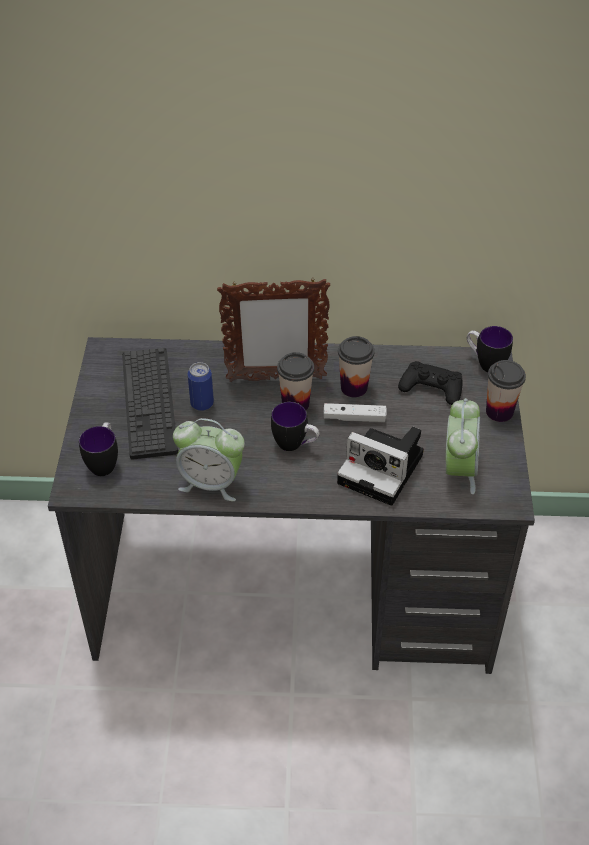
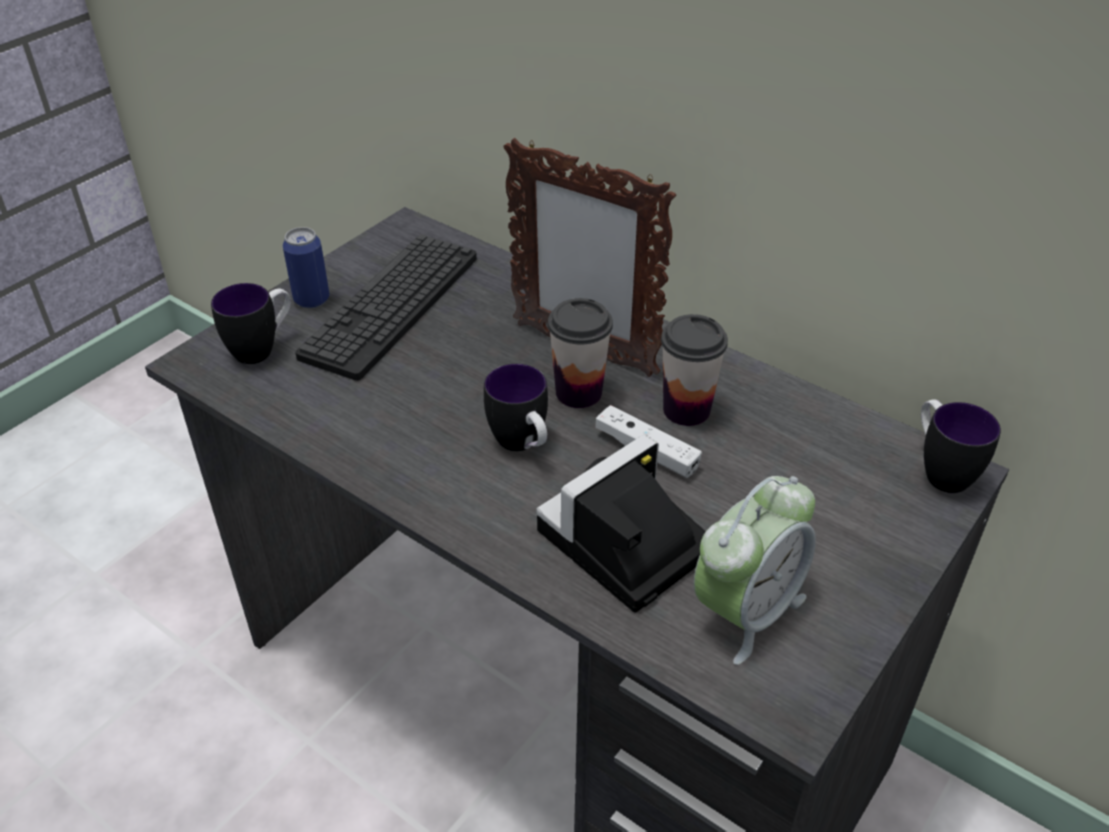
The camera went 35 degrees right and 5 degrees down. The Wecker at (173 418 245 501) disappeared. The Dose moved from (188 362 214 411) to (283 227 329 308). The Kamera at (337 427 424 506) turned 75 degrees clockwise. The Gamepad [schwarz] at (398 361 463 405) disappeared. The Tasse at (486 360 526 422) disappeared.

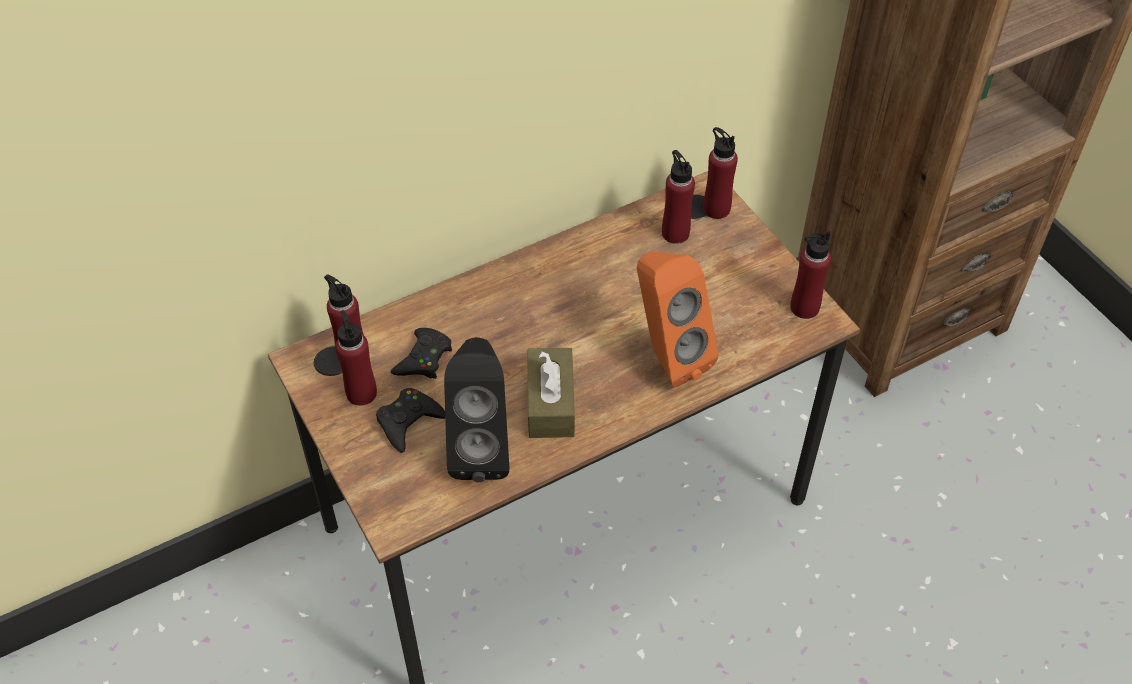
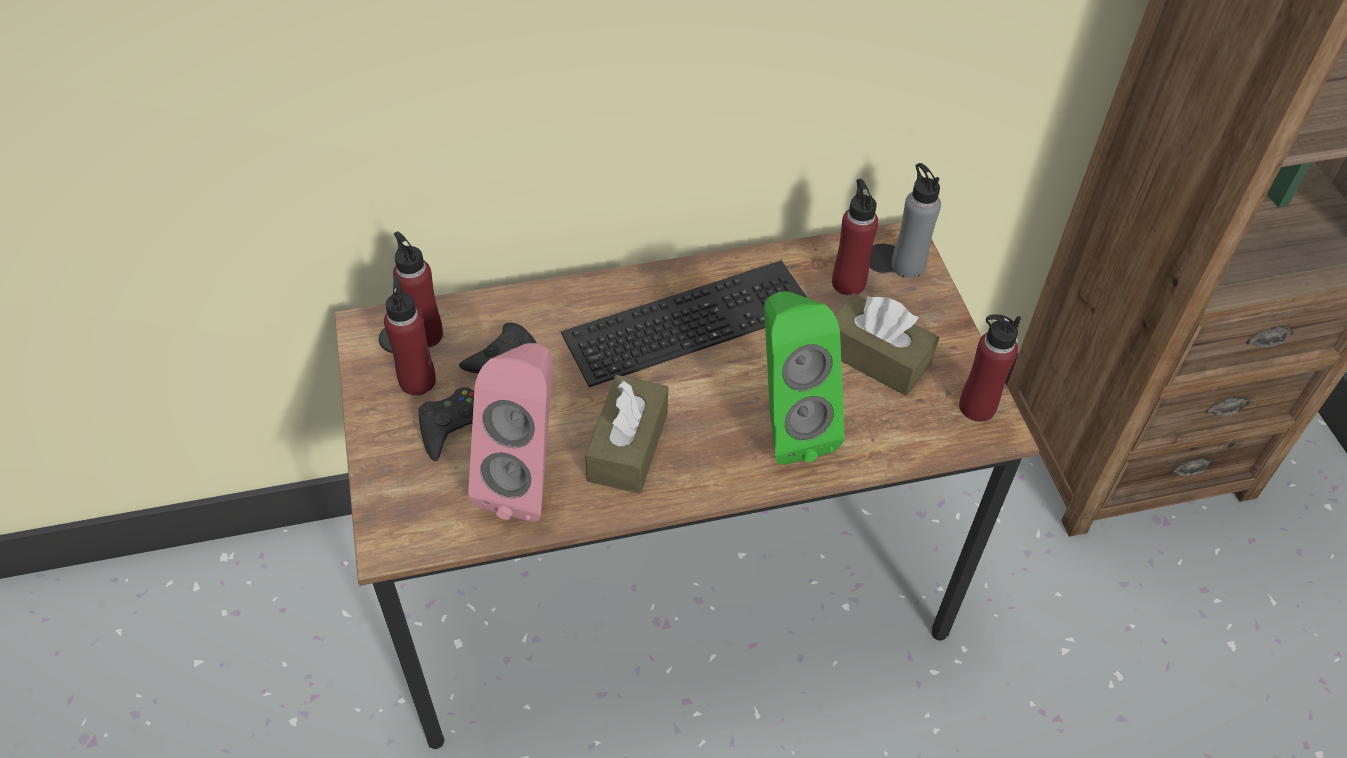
The camera went 15 degrees right and 0 degrees up. The Lautsprecher [schwarz] at (444 337 510 482) became the Lautsprecher [rosa] at (468 343 553 522). The Lautsprecher [orange] at (637 252 719 387) became the Lautsprecher [grün] at (764 291 845 465). The Flasche [rot] at (703 127 738 219) became the Flasche [grau] at (892 163 941 278). The Tastatur at (561 260 807 387) appeared. The Taschentuchbox [braun] at (835 293 939 396) appeared.

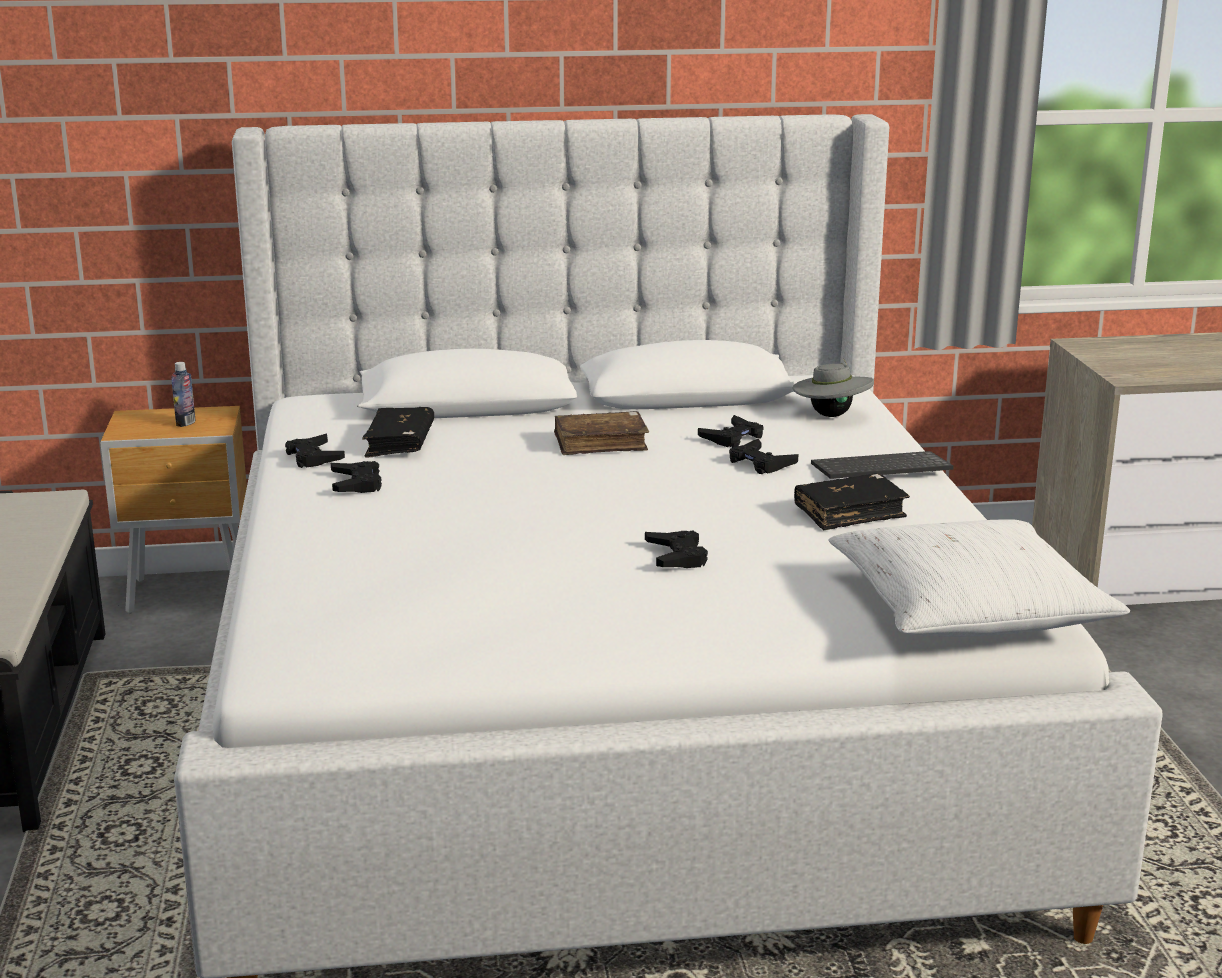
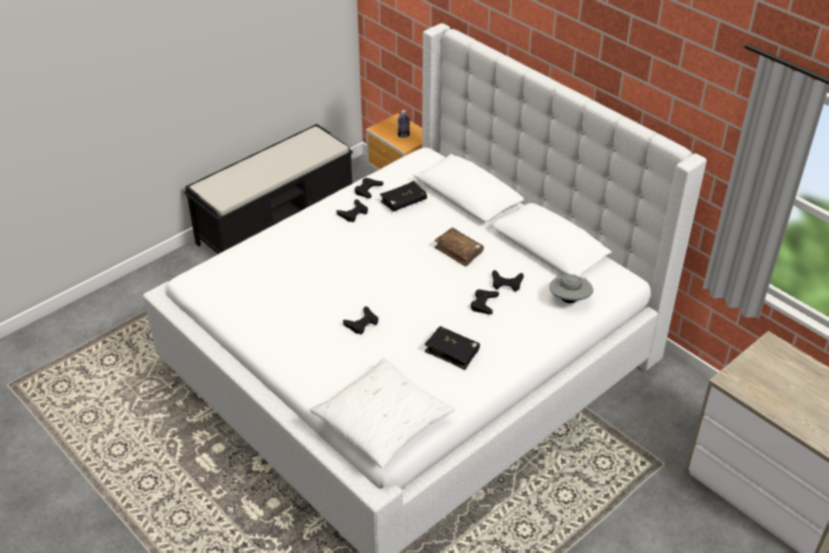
The camera went 55 degrees right and 20 degrees up. The Tastatur at (811 451 953 479) disappeared.

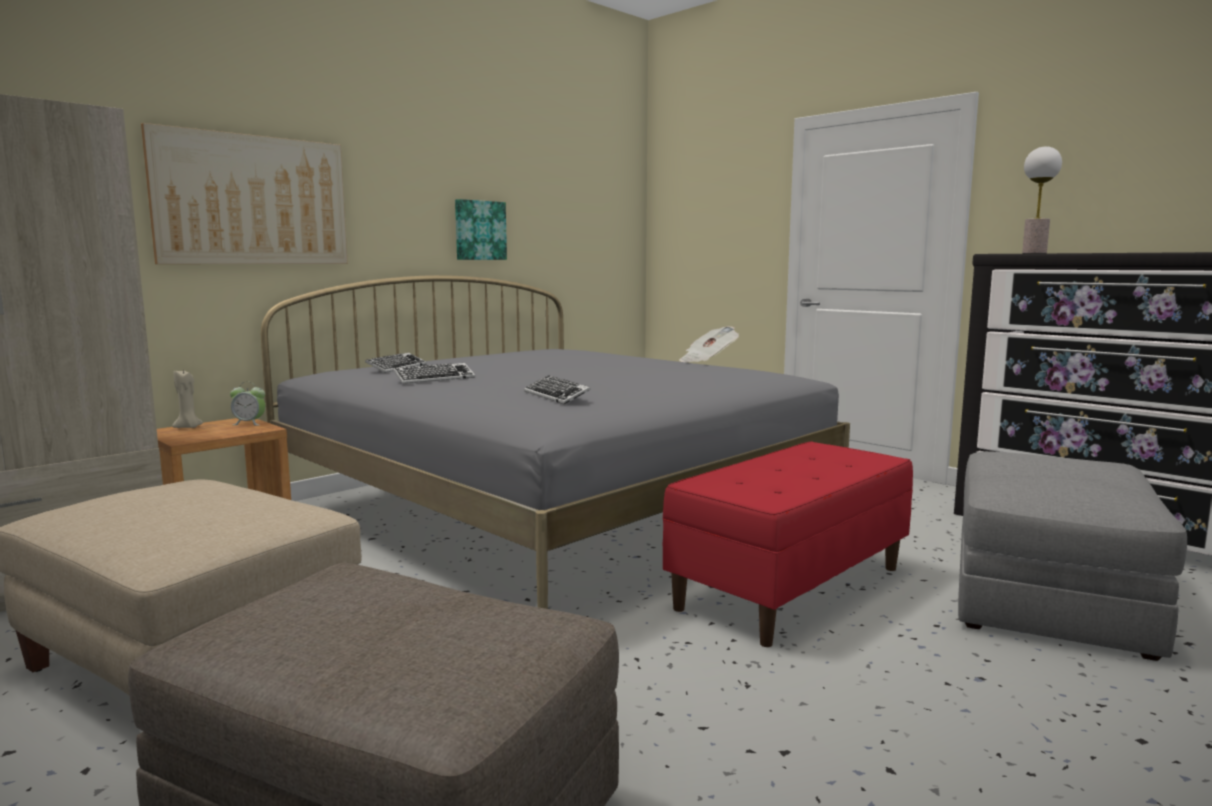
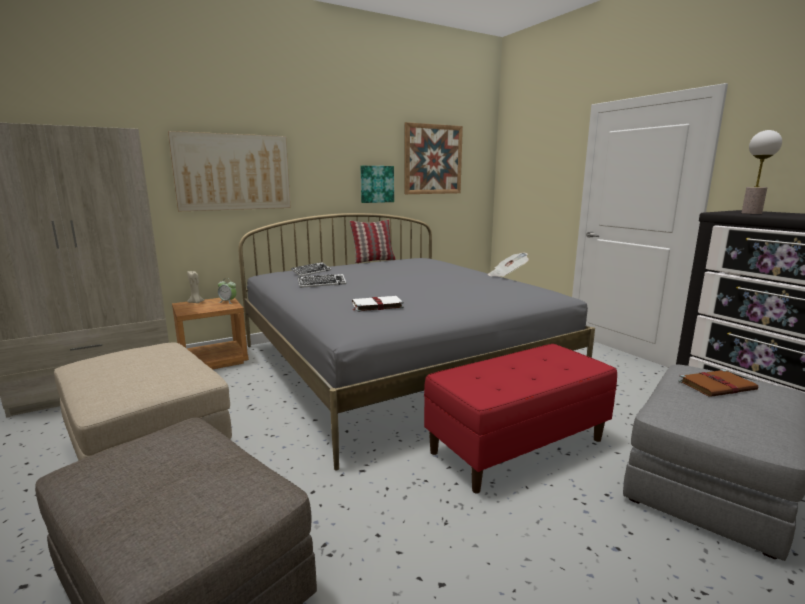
The camera went 15 degrees right and 5 degrees up. The Tastatur at (524 375 591 404) was replaced by the Buch [weiß] at (351 296 404 312). The Kissen at (349 220 395 263) appeared. The Bild at (405 122 463 194) appeared. The Buch [braun] at (678 369 759 397) appeared.

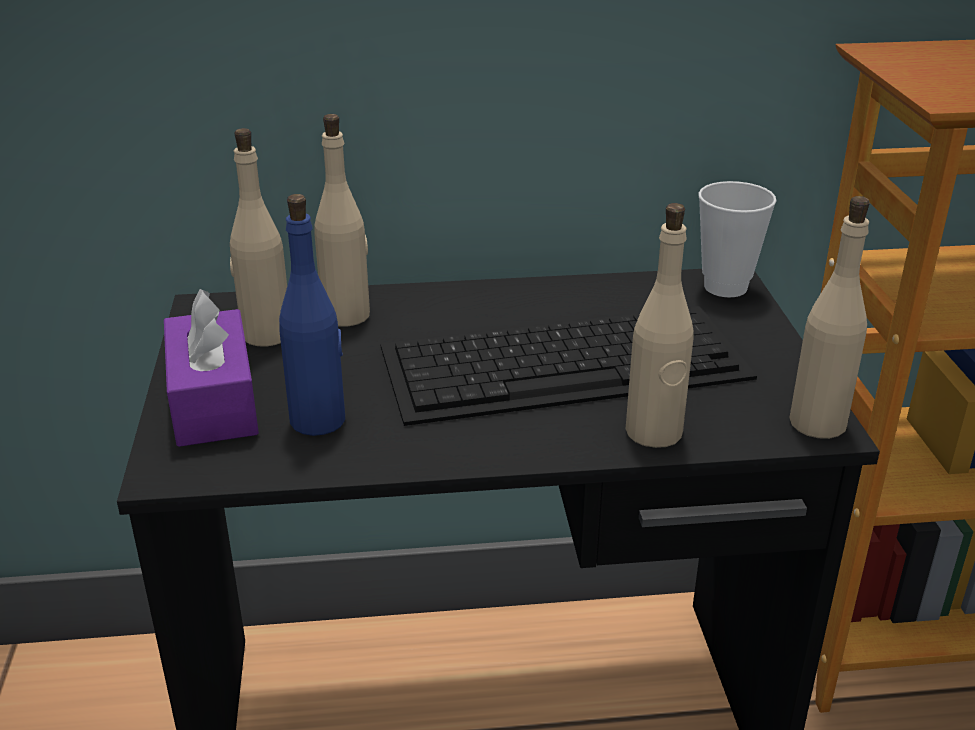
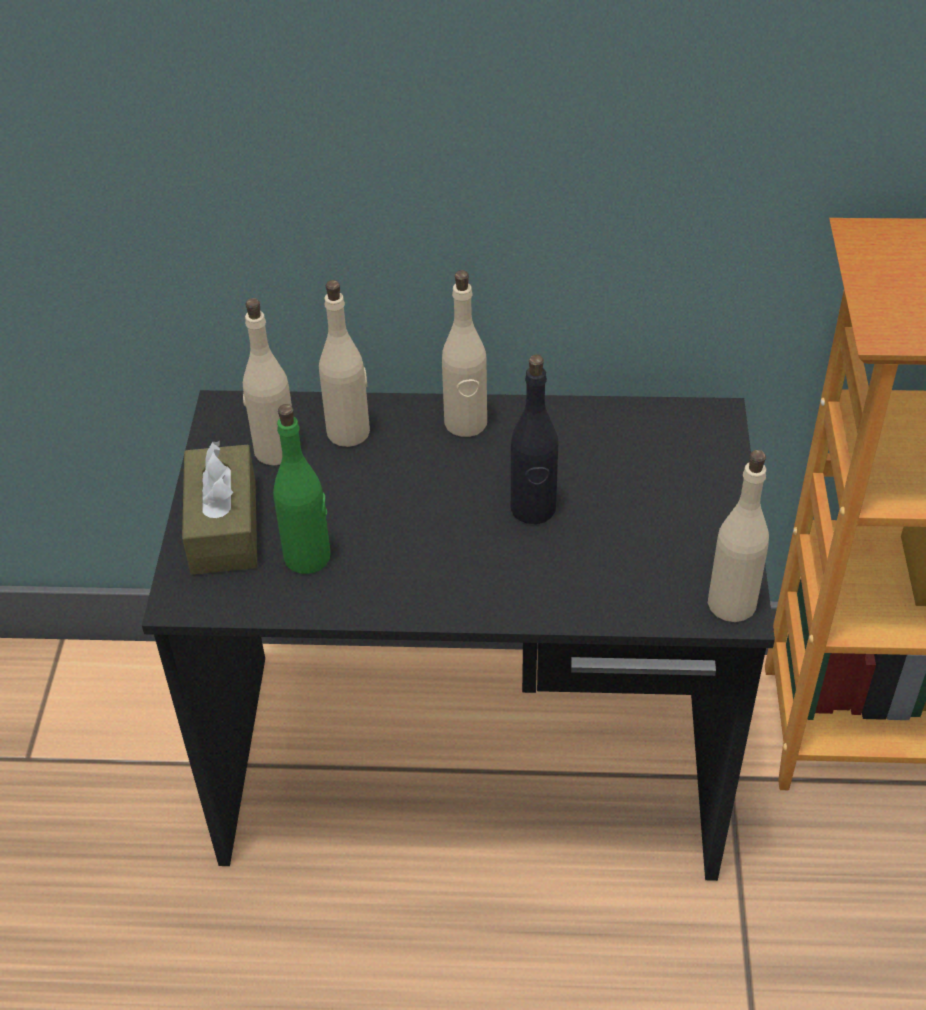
The camera went 10 degrees right and 15 degrees up. The Taschentuchbox [lila] at (164 289 259 447) became the Taschentuchbox [braun] at (182 440 257 574). The Flasche [blau] at (279 194 345 436) became the Flasche [grün] at (273 404 331 574). The Tastatur at (381 307 757 426) was replaced by the Flasche [schwarz] at (511 355 558 524). The Flasche [beige] moved from (626 203 694 448) to (442 270 487 437). The Tasse at (698 181 776 297) disappeared.

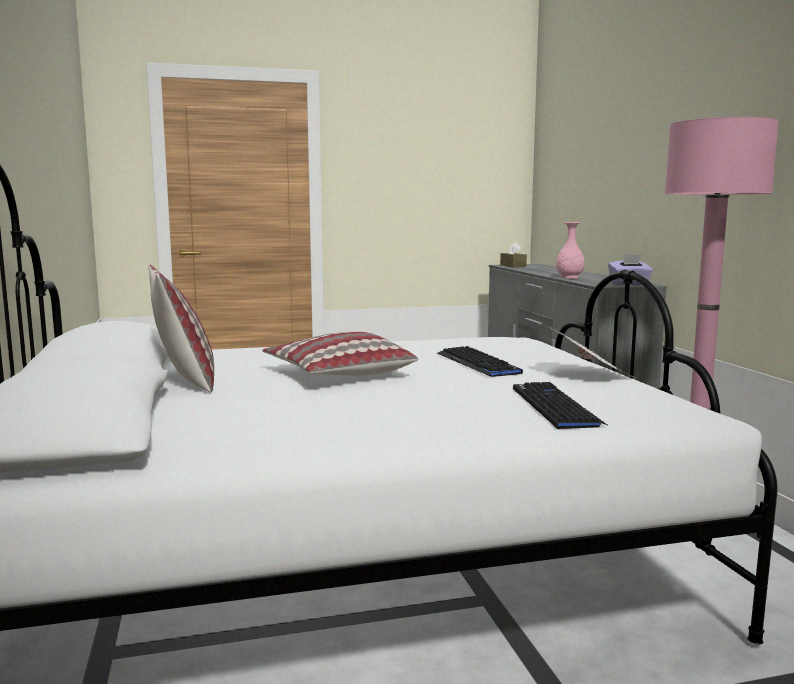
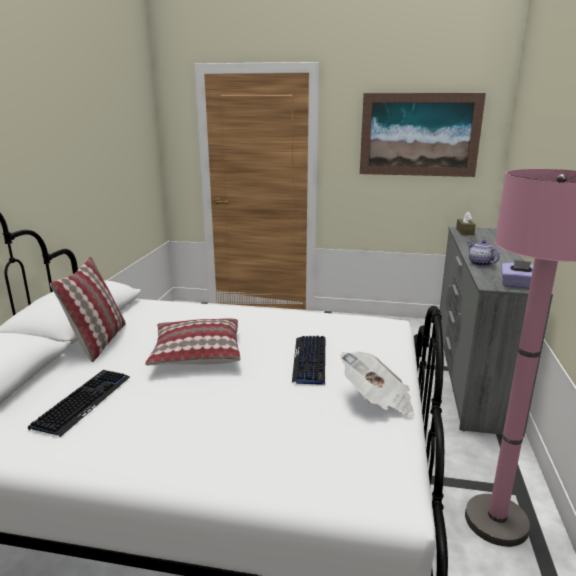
The camera went 25 degrees right and 10 degrees up. The Tastatur moved from (513 382 609 429) to (28 370 130 437). The Vase [rosa] at (556 222 585 279) was replaced by the Teekanne at (467 240 500 266). The Bild at (360 93 486 177) appeared.

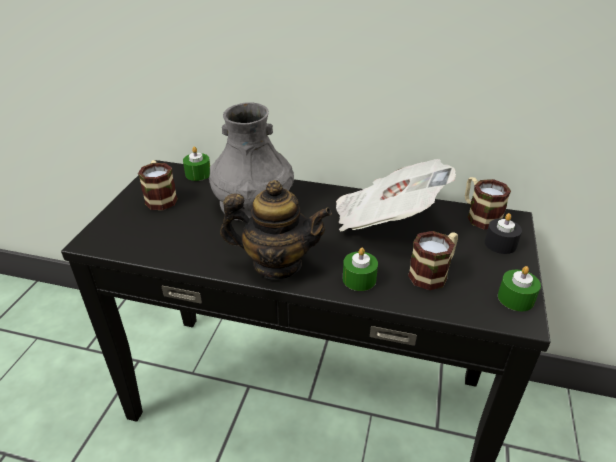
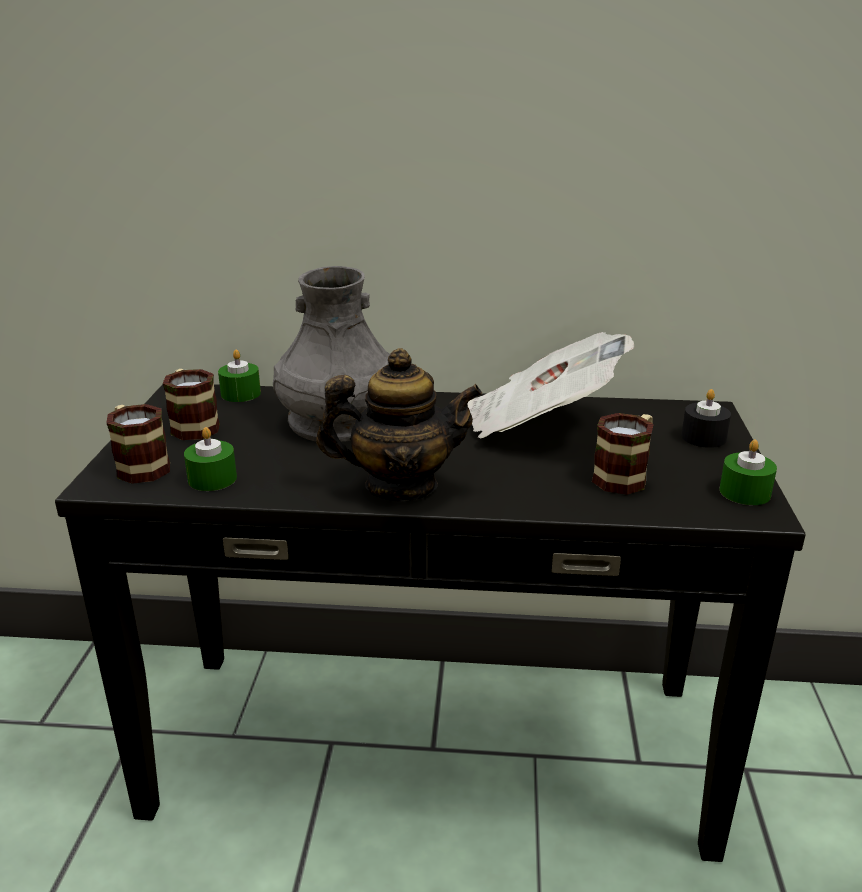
The camera went 10 degrees left and 10 degrees down. The Kerze [grün] moved from (343 248 378 291) to (184 427 237 491). The Henkelbecher moved from (465 177 511 230) to (106 404 170 484).

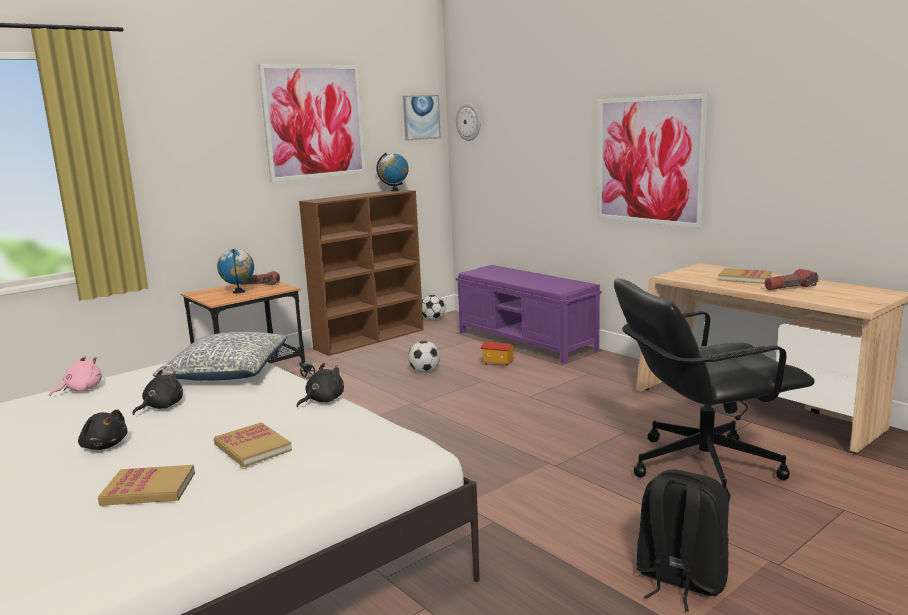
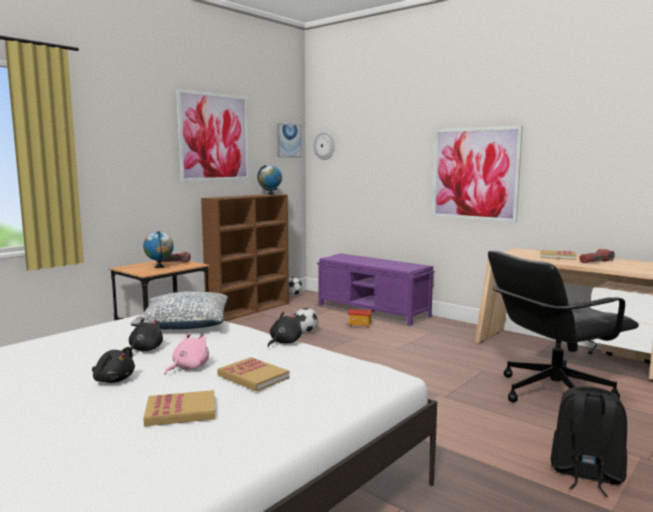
The camera went 10 degrees left and 5 degrees down. The Plüschtier [rosa] moved from (49 356 102 396) to (165 332 209 375).

